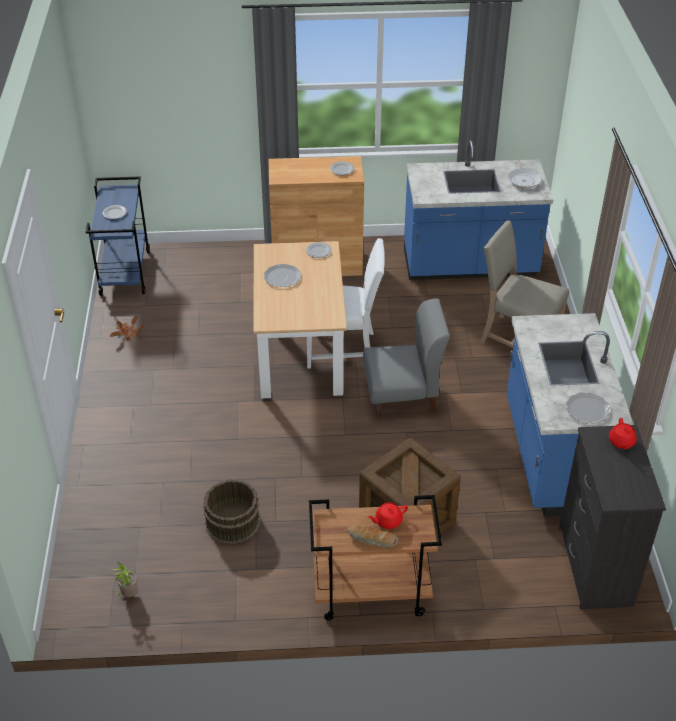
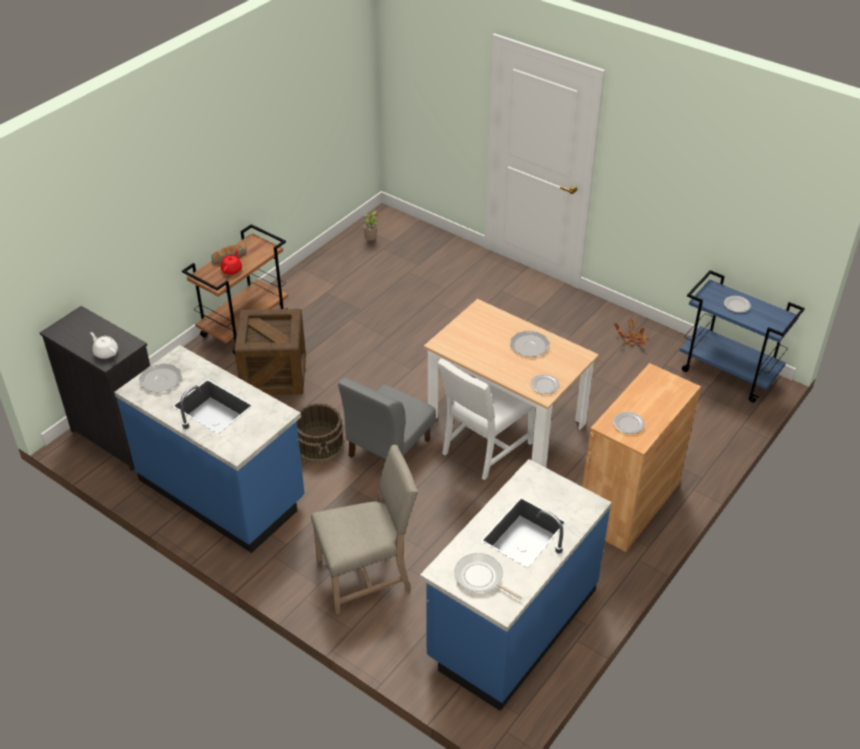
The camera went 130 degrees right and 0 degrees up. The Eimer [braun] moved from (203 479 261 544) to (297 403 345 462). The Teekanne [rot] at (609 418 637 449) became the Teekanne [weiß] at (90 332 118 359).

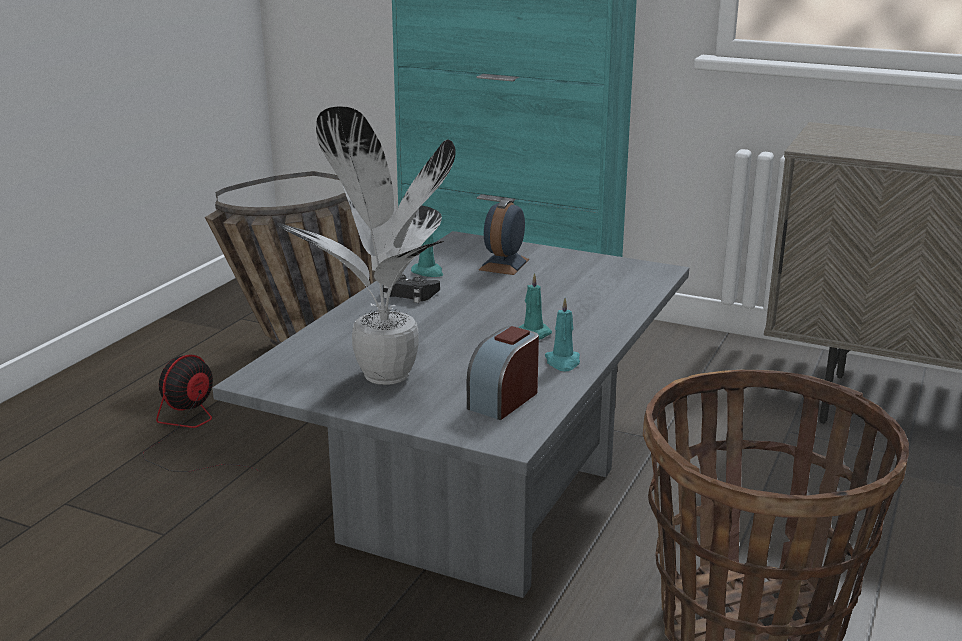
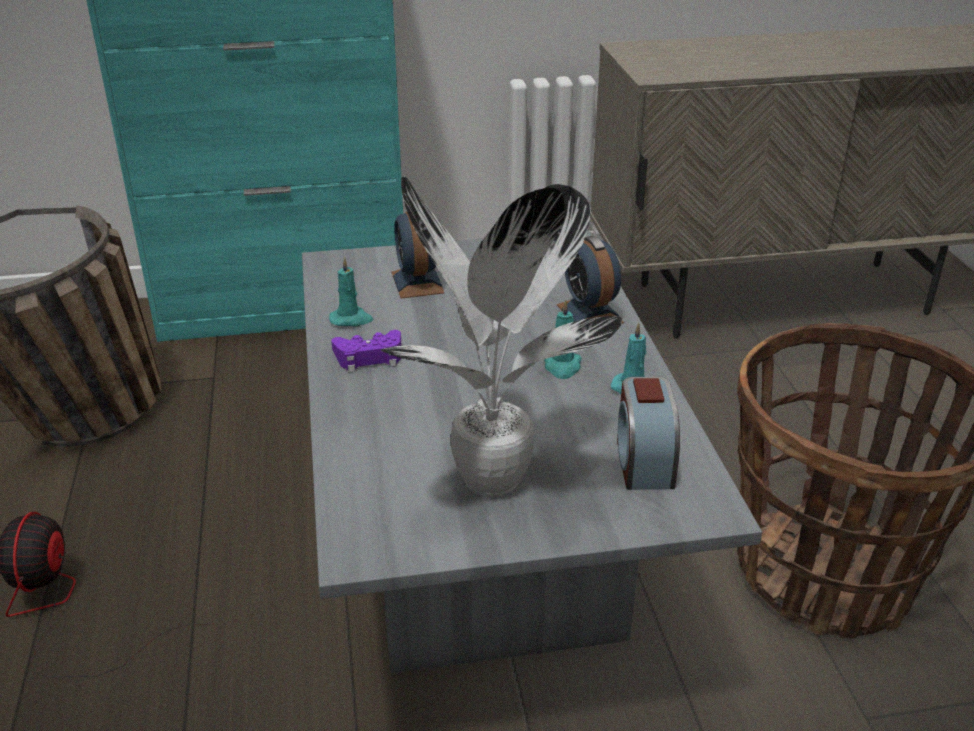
The camera went 35 degrees left and 10 degrees up. The Gamepad [schwarz] at (383 273 440 303) became the Gamepad [lila] at (331 330 401 372). The Wecker at (557 236 624 324) appeared.

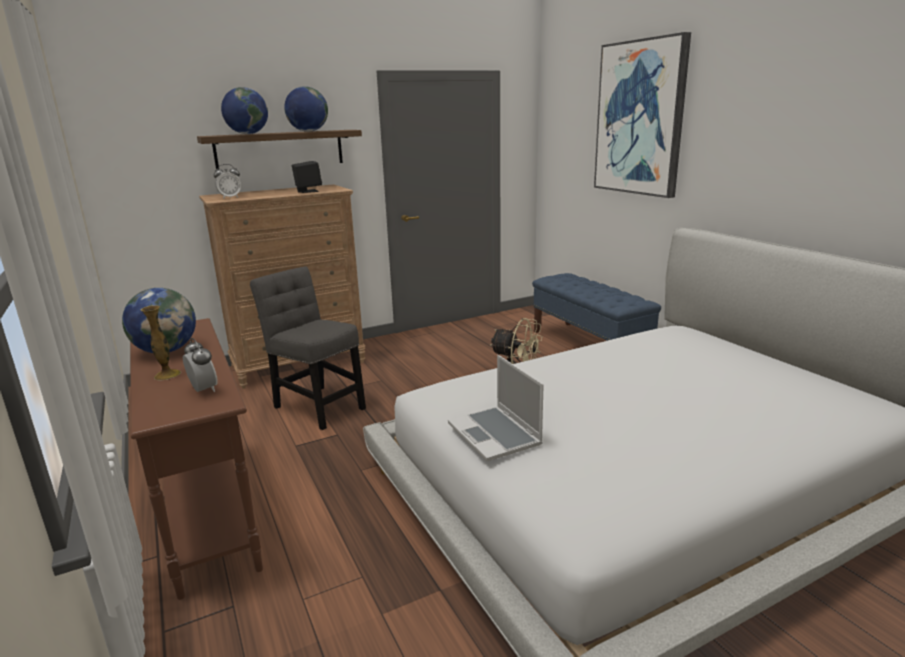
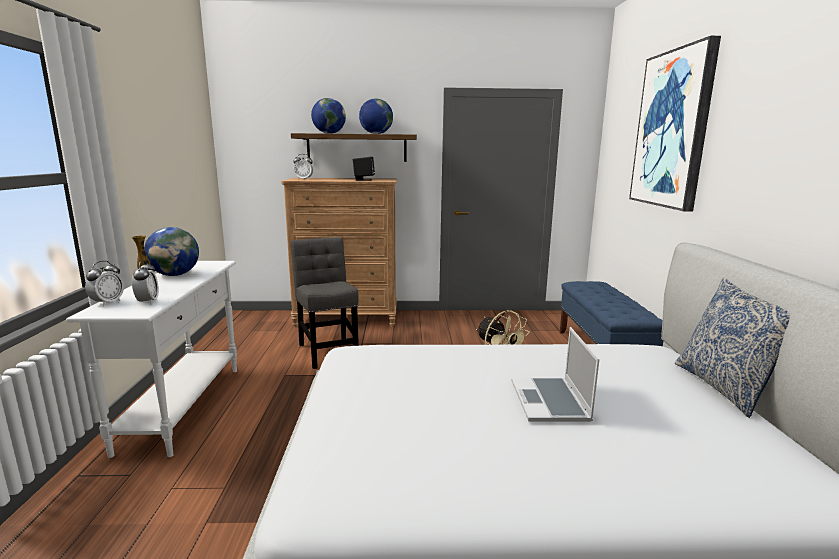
The camera went 25 degrees right and 5 degrees down. The Konsolentisch [braun] at (130 318 263 600) became the Konsolentisch [weiß] at (66 261 237 458). The Laptop moved from (448 355 544 461) to (511 327 600 422). The Wecker at (85 261 124 306) appeared. The Kissen at (675 278 790 418) appeared.

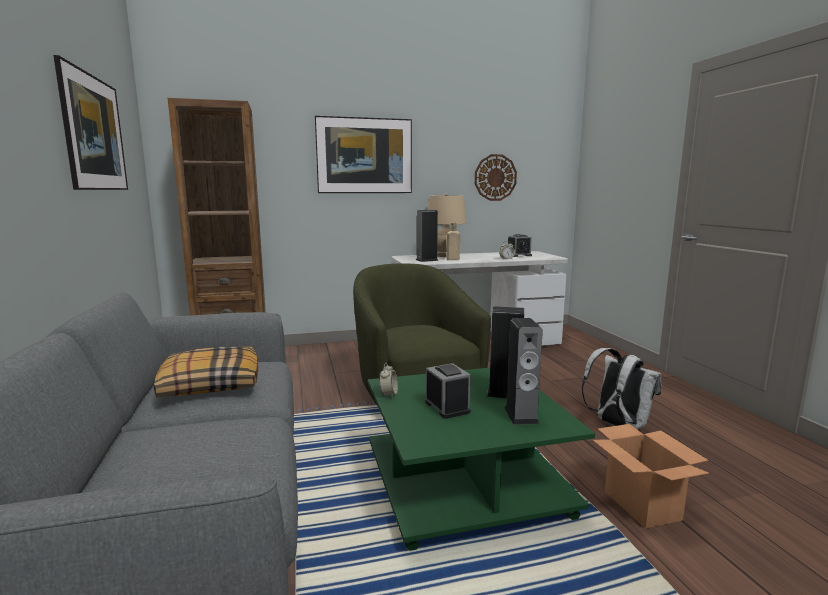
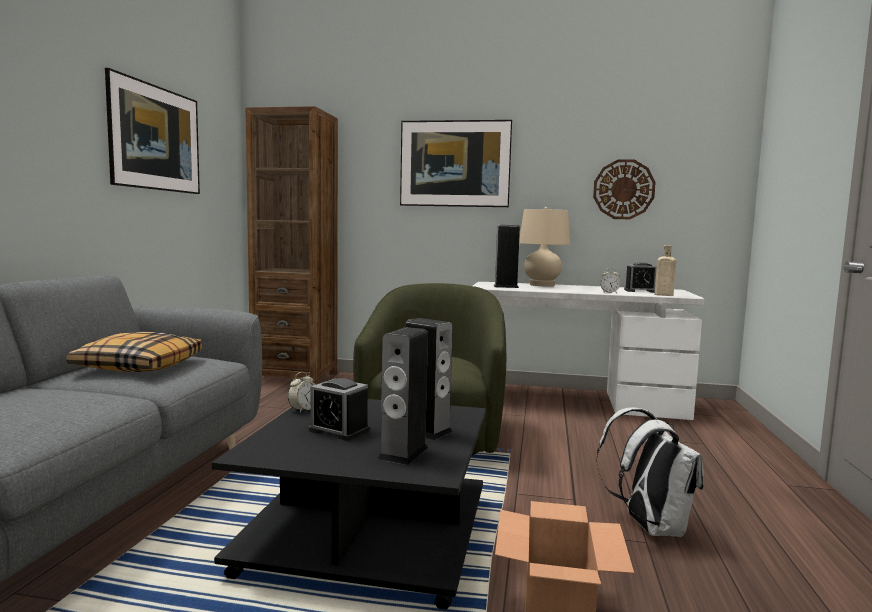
The camera went 25 degrees right and 5 degrees down. The Couchtisch [grün] at (368 368 595 551) became the Couchtisch [schwarz] at (212 399 486 610). The Wecker at (425 363 471 419) turned 120 degrees clockwise. The Flasche [beige] moved from (447 222 460 260) to (654 245 676 296).

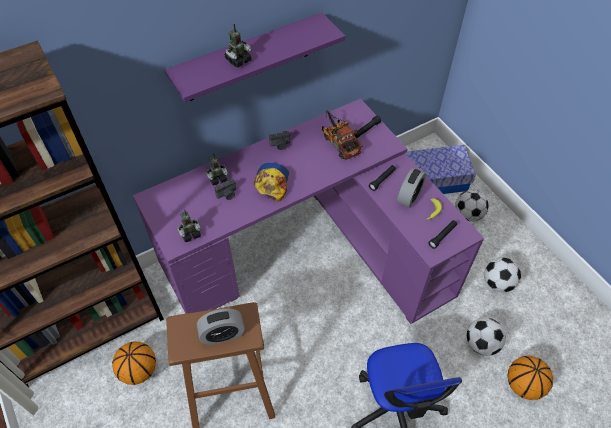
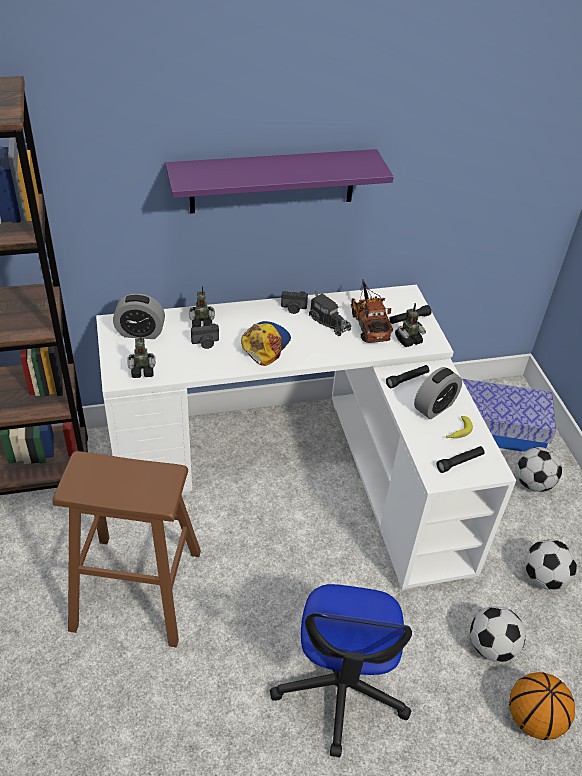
The camera went 15 degrees right and 10 degrees down. The Basketball at (112 341 156 385) disappeared. The Schreibtisch [lila] at (133 98 484 324) became the Schreibtisch [weiß] at (96 285 516 591). The Wecker moved from (197 309 245 345) to (113 294 165 339). The Spielzeugroboter moved from (225 24 252 67) to (395 303 426 347). The Spielzeuglaster at (309 291 352 336) appeared.

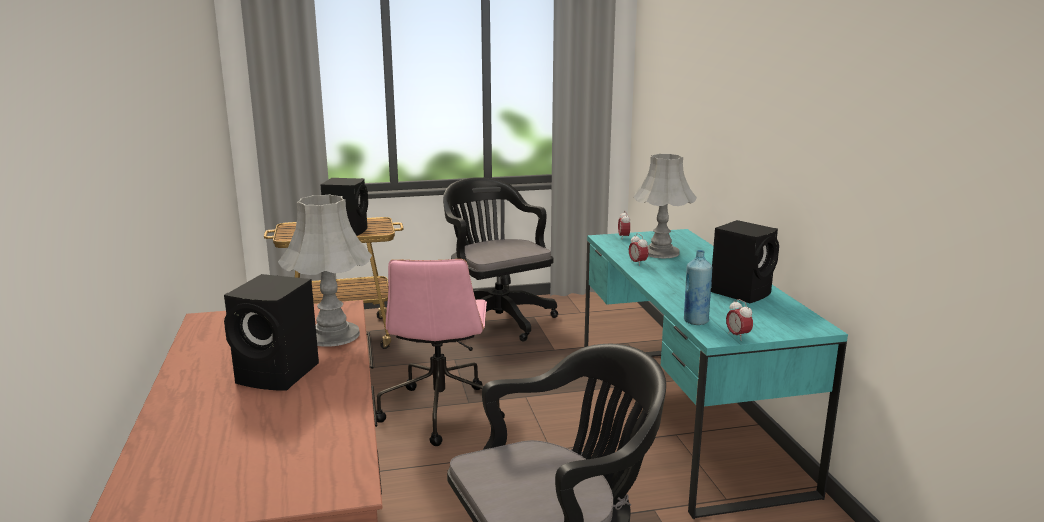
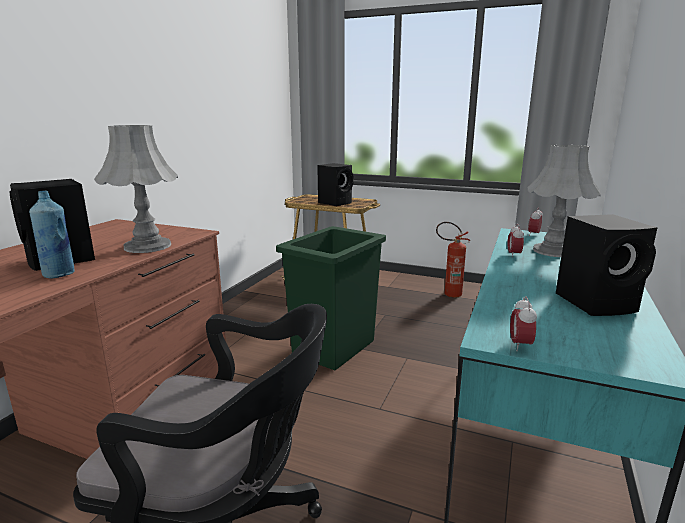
The camera went 35 degrees right and 0 degrees up. The Bürostuhl [rosa] at (376 259 505 446) was replaced by the Mülleimer [grün] at (276 226 386 370). The Bürostuhl [schwarz] at (443 177 558 342) was replaced by the Feuerlöscher at (436 222 470 298). The Flasche [blau] moved from (684 250 712 325) to (29 191 75 279).

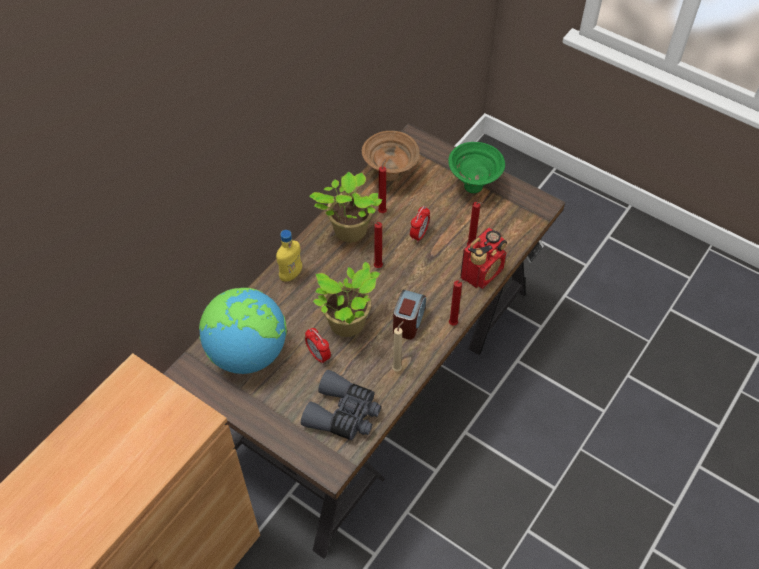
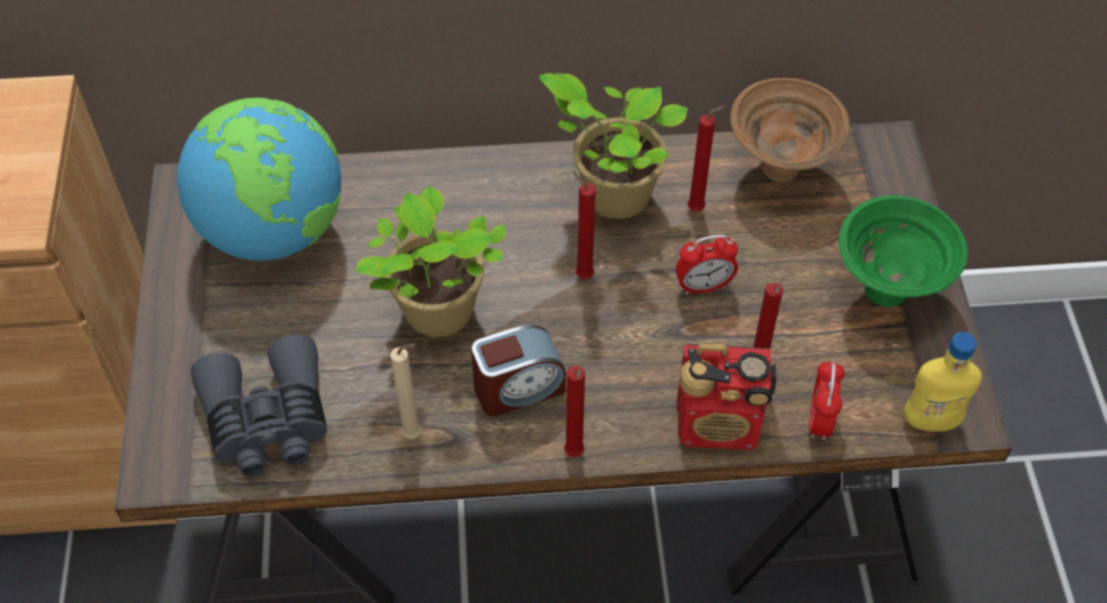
The camera went 50 degrees right and 0 degrees up. The Flasche [gelb] moved from (276 230 302 282) to (904 332 982 432). The Wecker moved from (305 328 331 364) to (809 360 845 440).

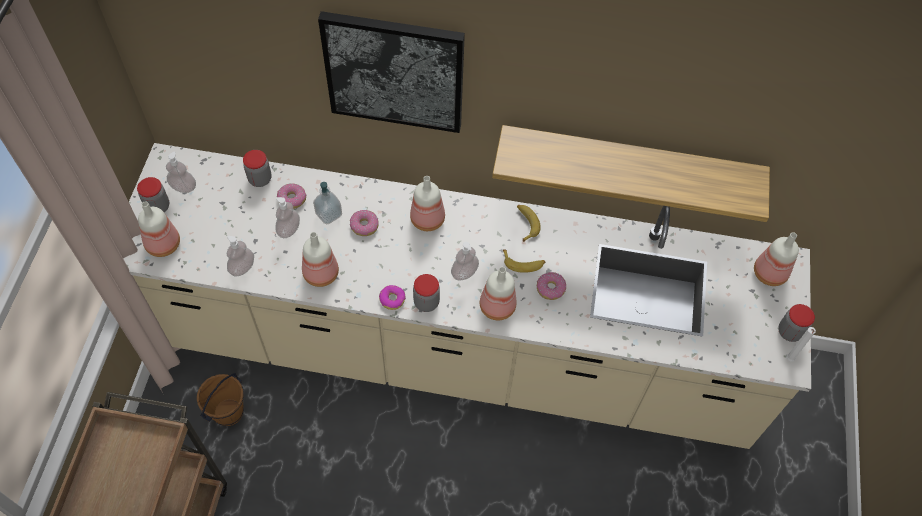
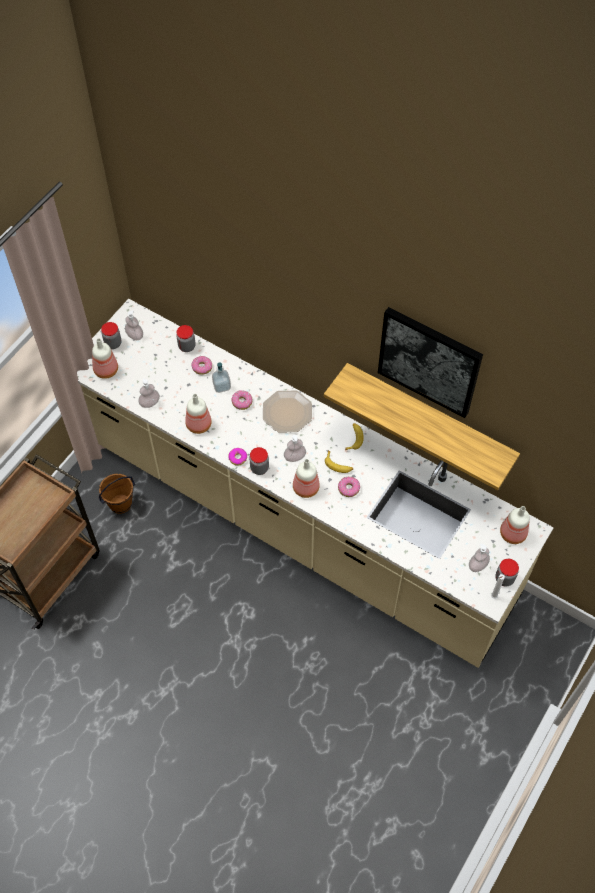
The camera went 25 degrees right and 0 degrees up. The Seifenspender moved from (275 197 300 238) to (469 544 490 572). The Bild moved from (318 11 465 133) to (378 307 483 418). The Flasche at (410 176 445 231) was replaced by the Teller at (263 391 312 432).

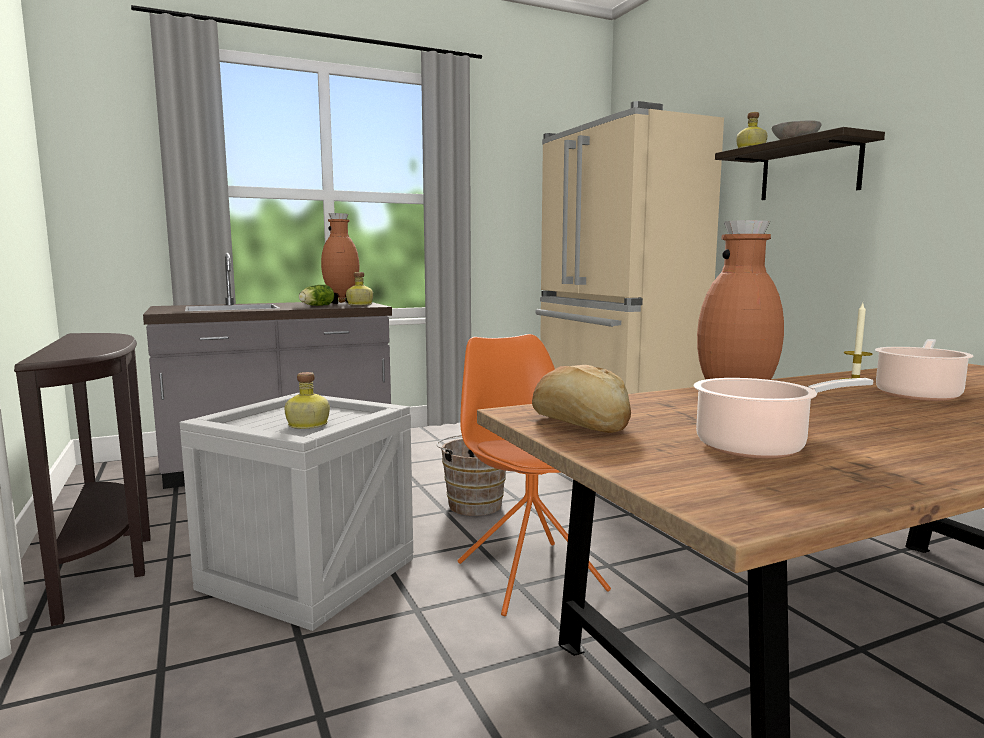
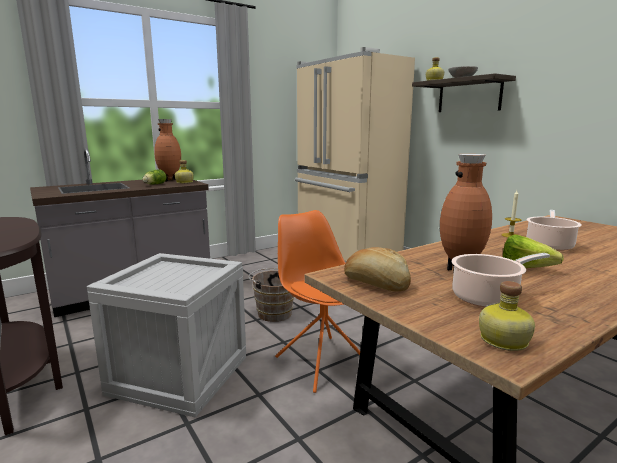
The camera went 10 degrees left and 5 degrees up. The Flasche moved from (284 372 330 429) to (479 281 535 351). The Salatkopf at (503 235 564 268) appeared.

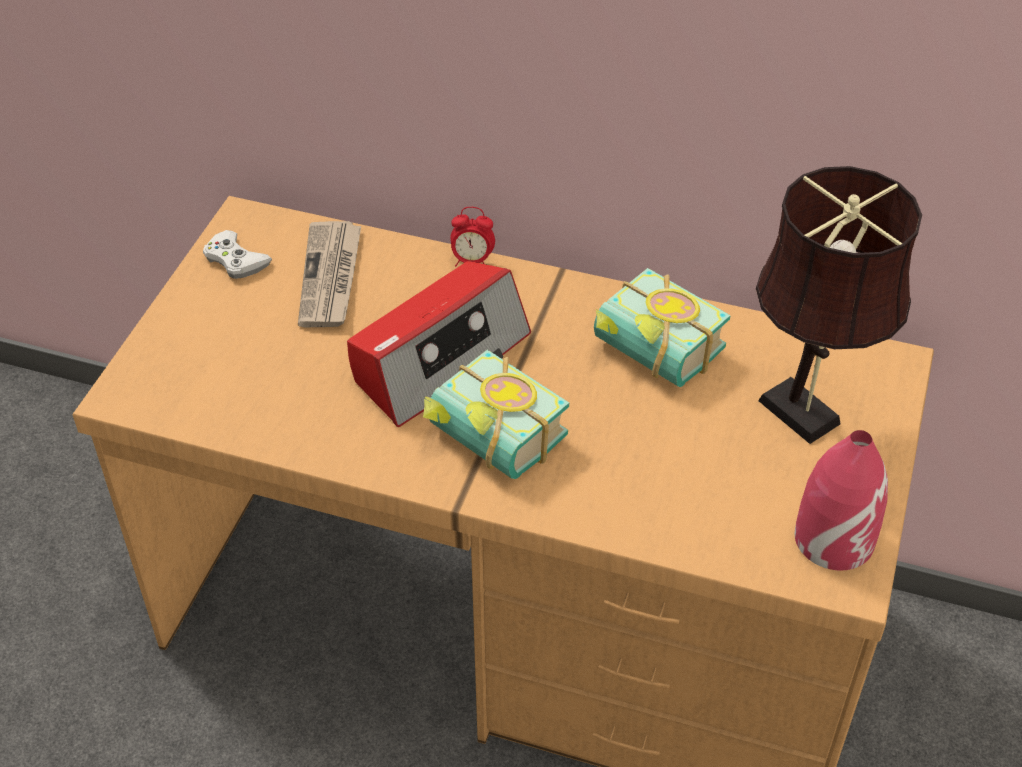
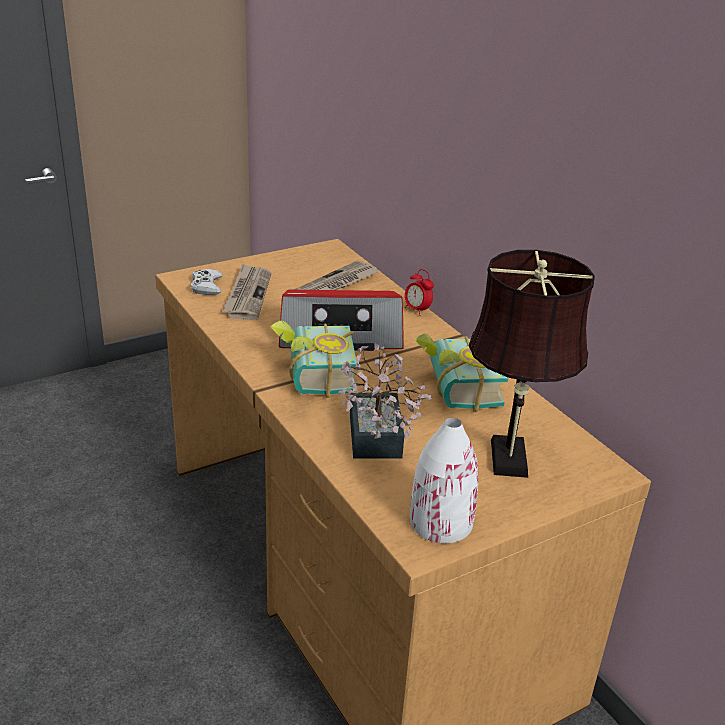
The camera went 40 degrees right and 15 degrees down. The Gamepad [weiß] moved from (203 230 272 279) to (190 269 223 295). The Vase [rot] at (795 430 888 570) became the Vase [weiß] at (410 418 479 543). The Zeitung at (222 264 272 320) appeared. The Topfpflanze at (338 344 432 459) appeared.

